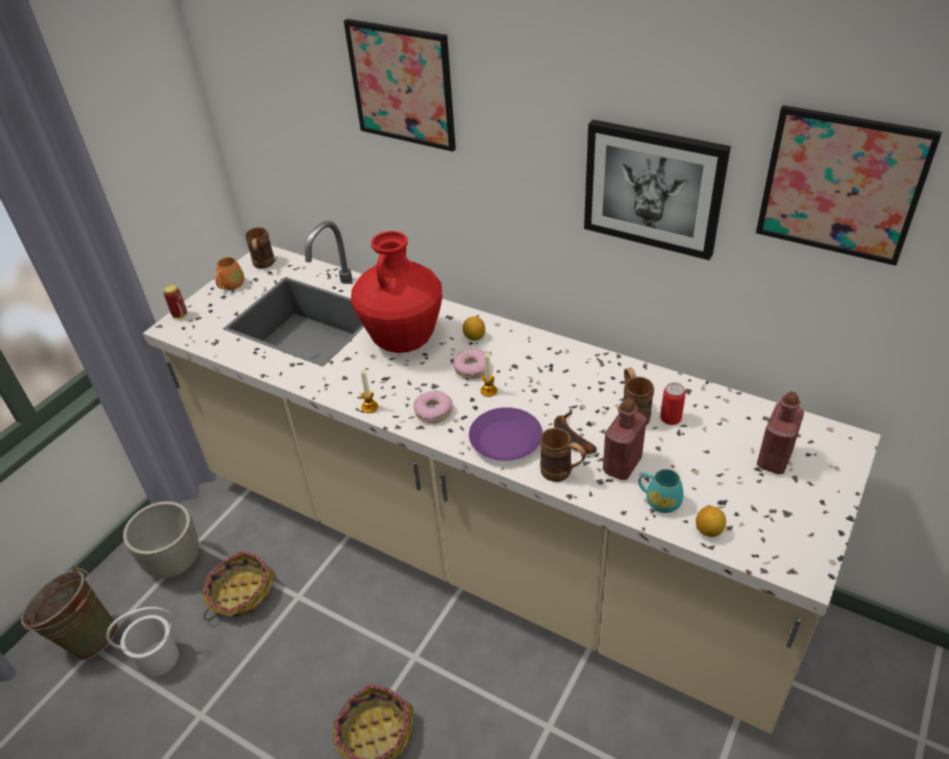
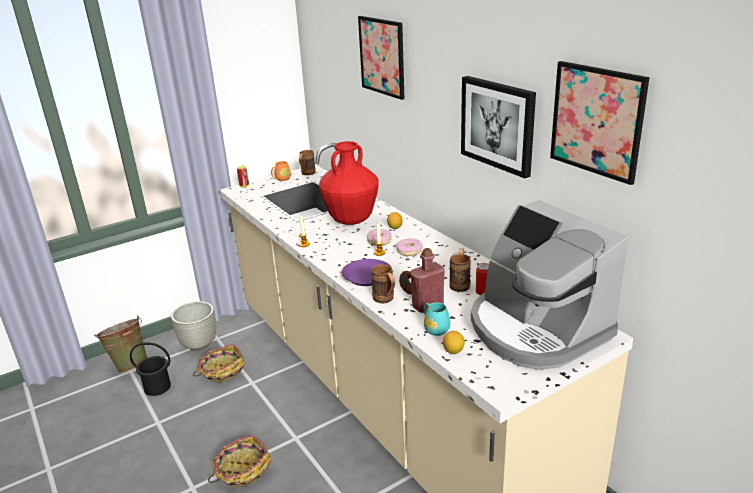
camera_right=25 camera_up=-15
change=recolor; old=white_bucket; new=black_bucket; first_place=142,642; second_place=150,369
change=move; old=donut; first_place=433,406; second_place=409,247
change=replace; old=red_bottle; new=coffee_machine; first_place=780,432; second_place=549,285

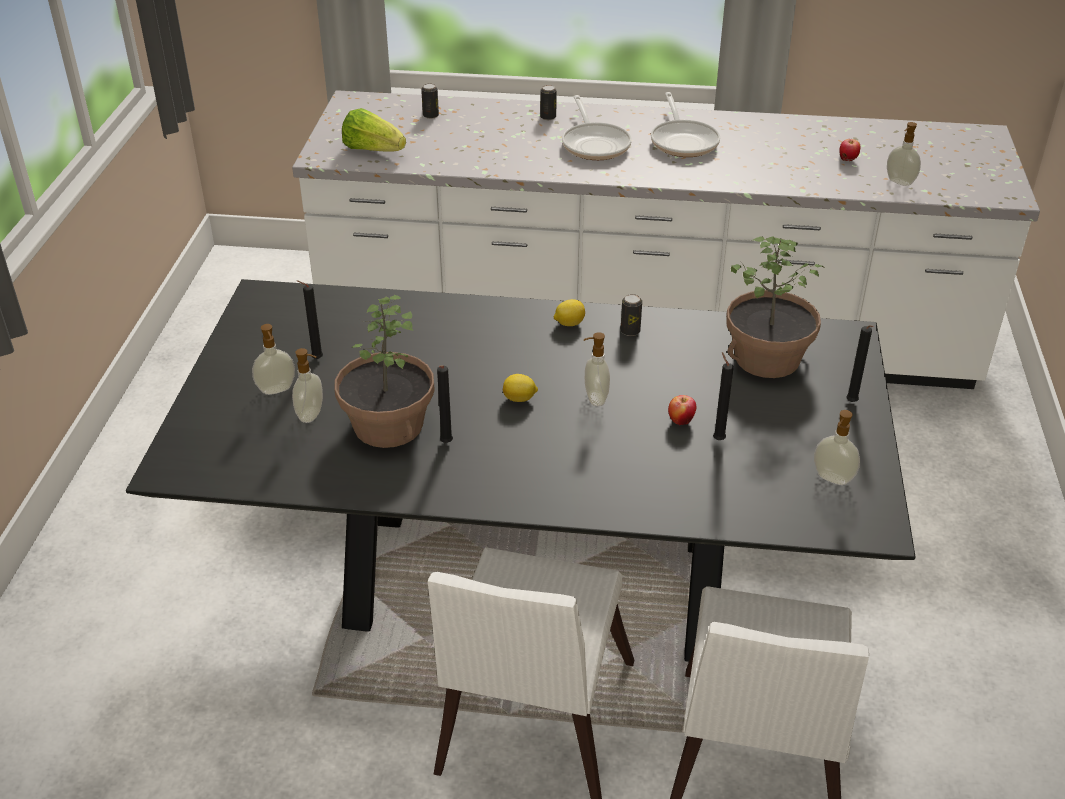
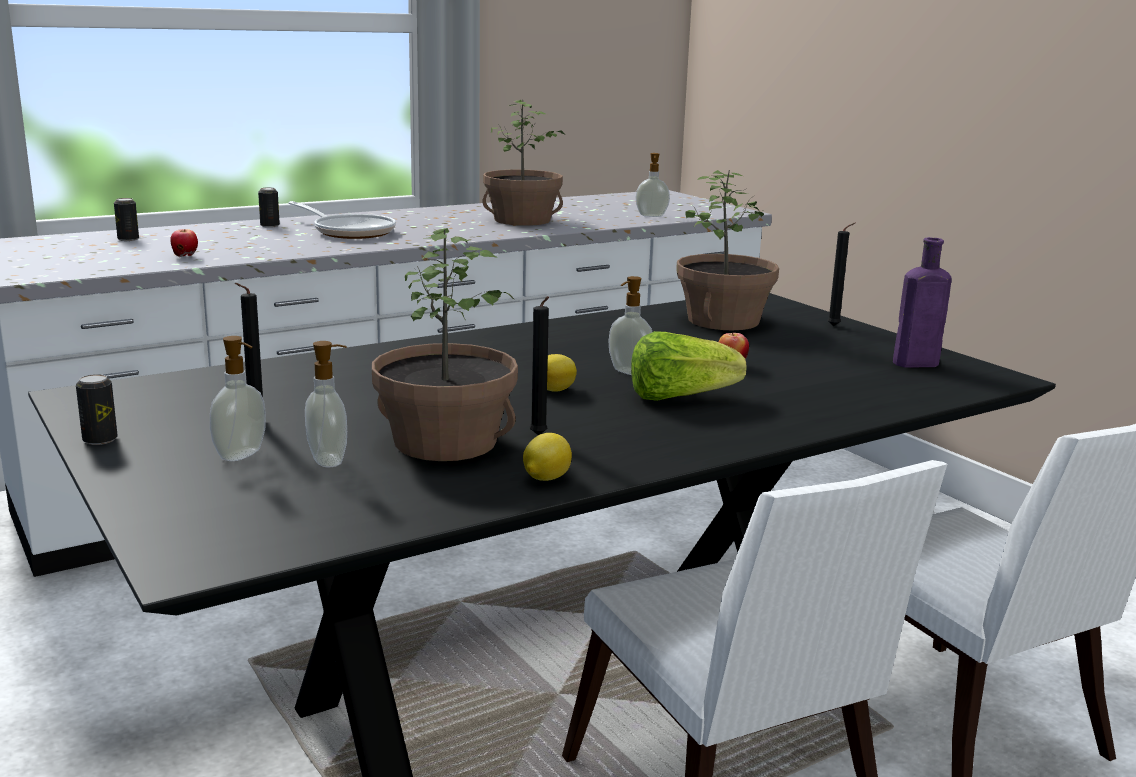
camera_right=-40 camera_up=-20
change=move; old=lettuce; first_place=374,130; second_place=689,366
change=move; old=lemon; first_place=569,312; second_place=547,457
change=move; old=can; first_place=631,315; second_place=97,409
change=delete; old=frying_pan; first_place=685,124
change=delete; old=black_candle; first_place=723,396
change=replace; old=soap_dispenser; new=purple_bottle; first_place=837,447; second_place=922,302
change=move; old=apple; first_place=850,150; second_place=184,243
change=insert; new=potted_plant; second_place=523,163

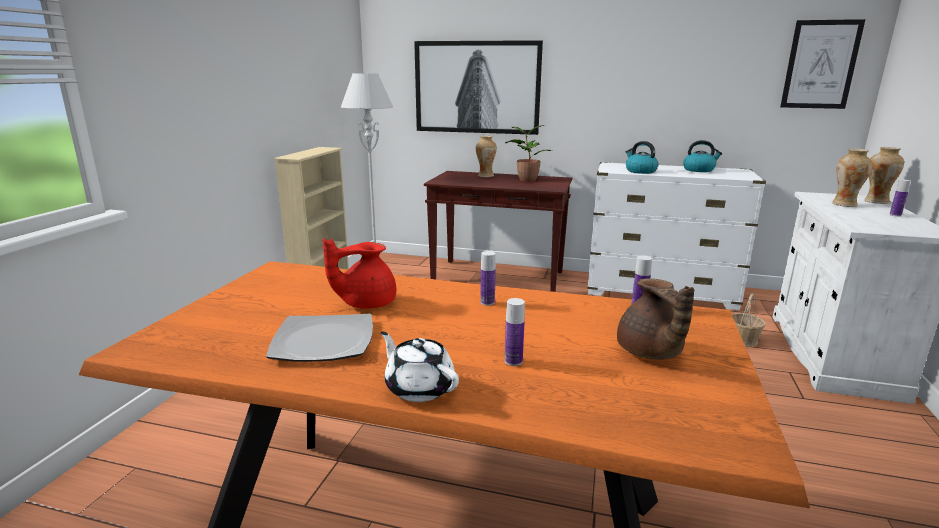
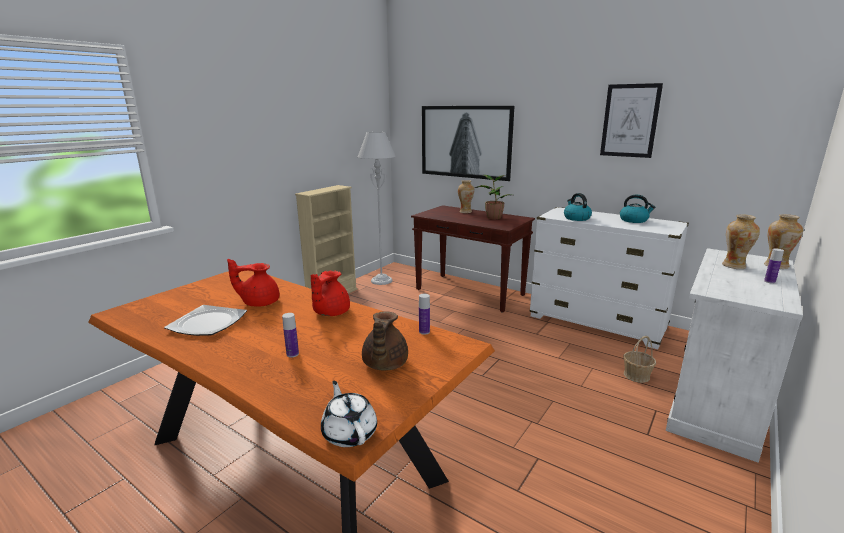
camera_right=20 camera_up=0
change=move; old=white_teapot; first_place=420,366; second_place=349,414
change=replace; old=bottle; new=red_teapot; first_place=488,278; second_place=330,293
change=move; old=picture; first_place=822,64; second_place=631,120

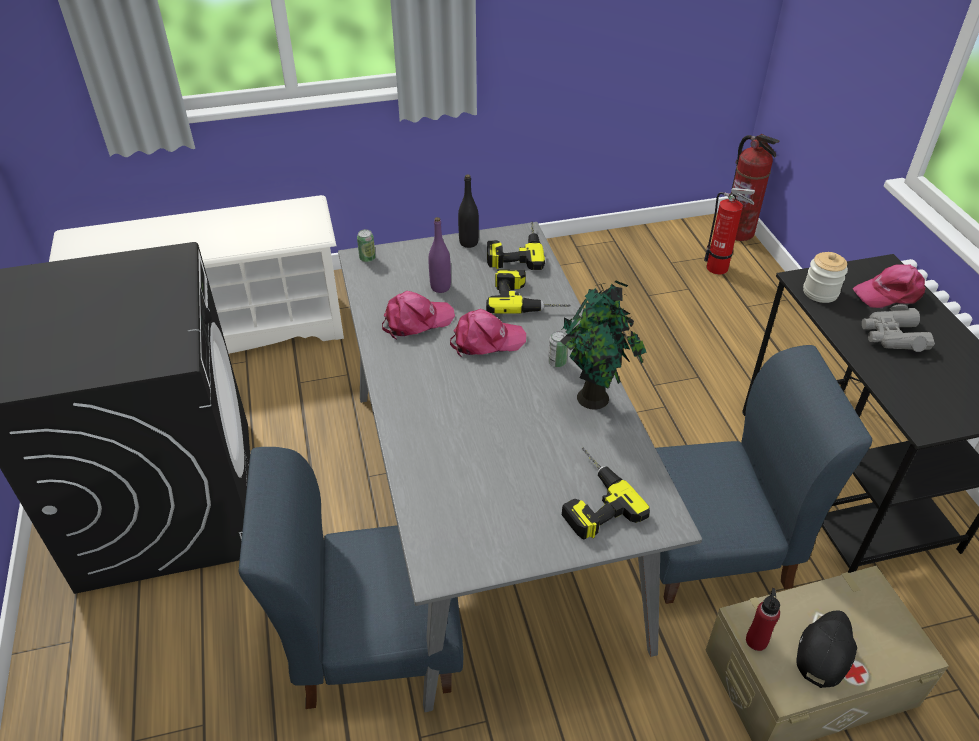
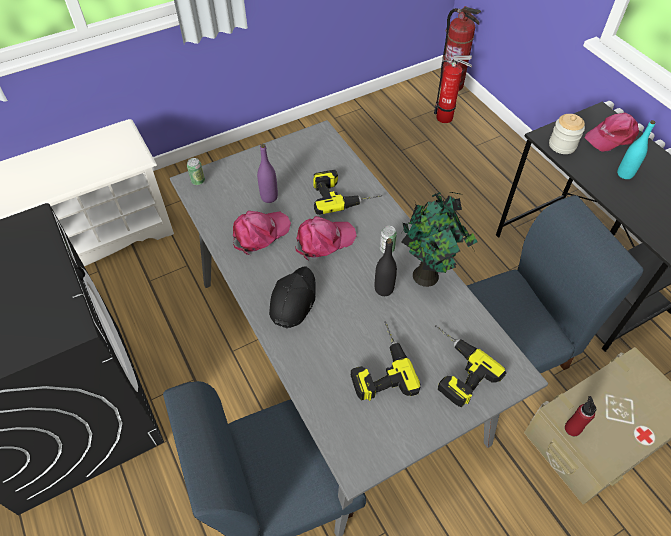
camera_right=-15 camera_up=10
change=move; old=black_bottle; first_place=468,211; second_place=386,267
change=move; old=power_drill; first_place=516,246; second_place=386,361
change=move; old=black_cap; first_place=826,649; second_place=292,298
change=replace; old=grey_binoculars; new=turquoise_bottle; first_place=898,328; second_place=636,149

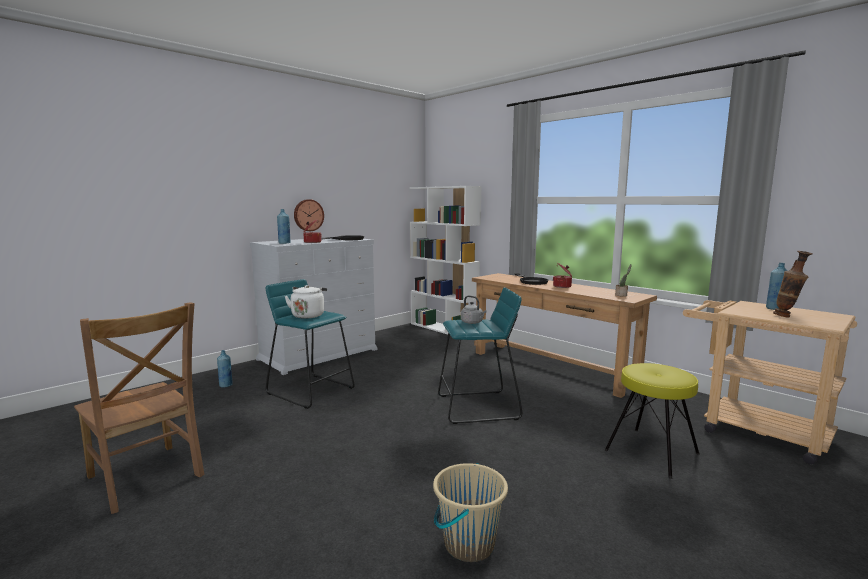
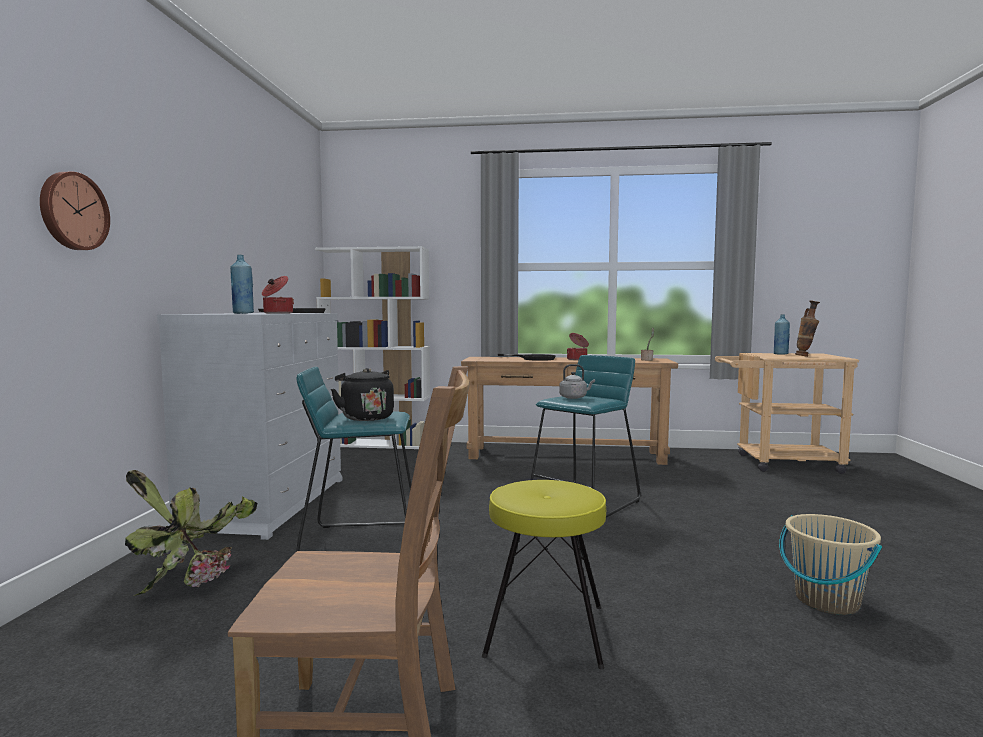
camera_right=-40 camera_up=-5
change=replace; old=blue_bottle; new=potted_plant; first_place=225,369; second_place=191,533
change=recolor; old=white_kettle; new=black_kettle; first_place=306,302; second_place=362,394
change=move; old=wall_clock; first_place=309,215; second_place=75,211
change=move; old=yellow_stool; first_place=652,421; second_place=544,575

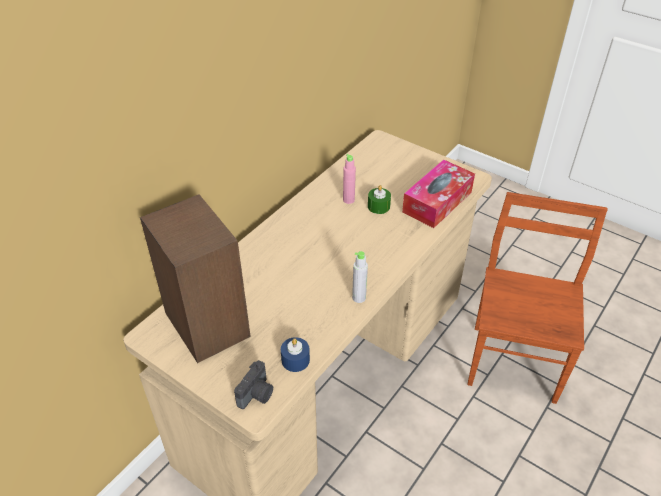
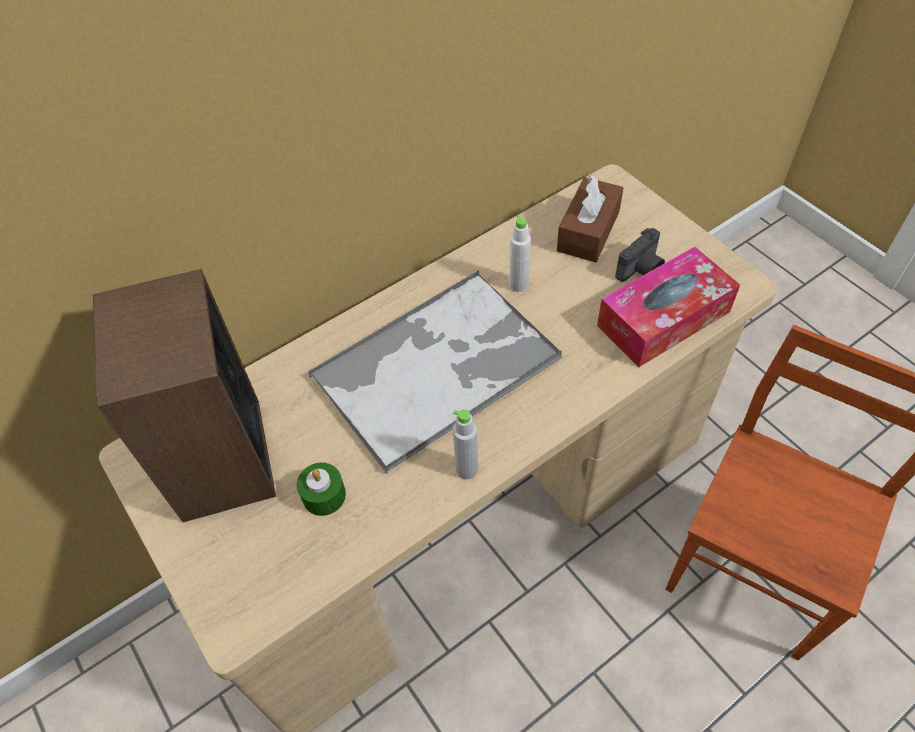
camera_right=20 camera_up=10
change=move; old=photo_camera; first_place=253,384; second_place=640,255
change=delete; old=blue_candle; first_place=295,354
change=recolor; old=pink_bottle; new=white_bottle; first_place=349,179; second_place=520,253
change=move; old=green_candle; first_place=379,199; second_place=321,489
change=insert; new=tray; second_place=435,372
change=insert; new=brown_tissue_box; second_place=590,219

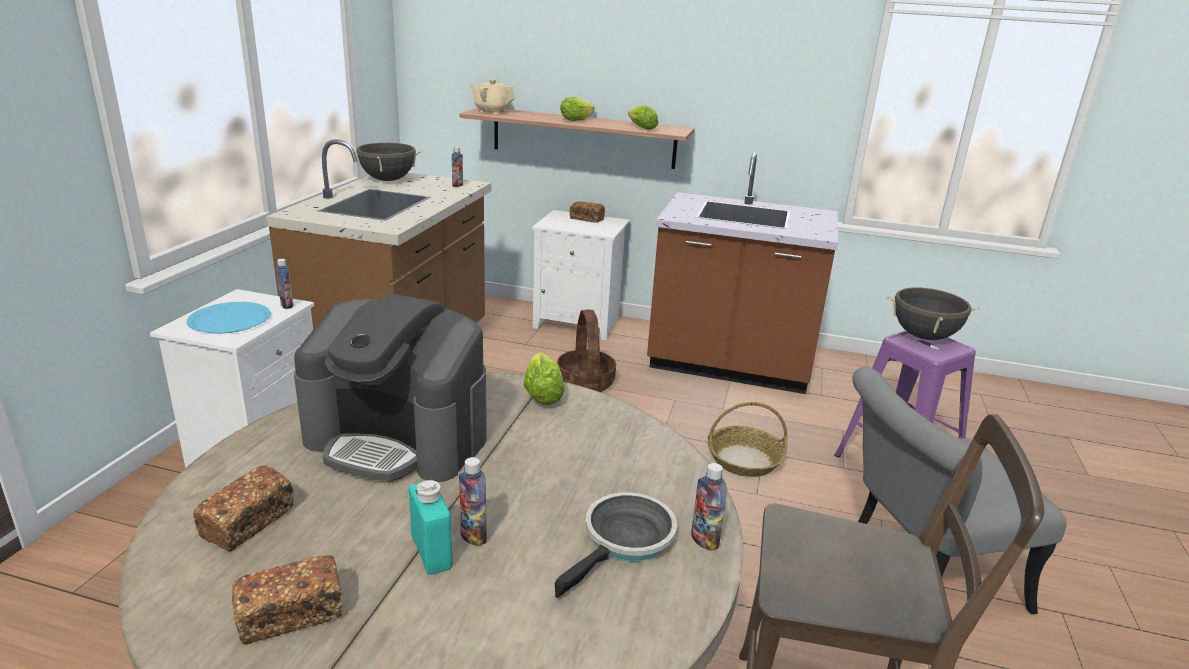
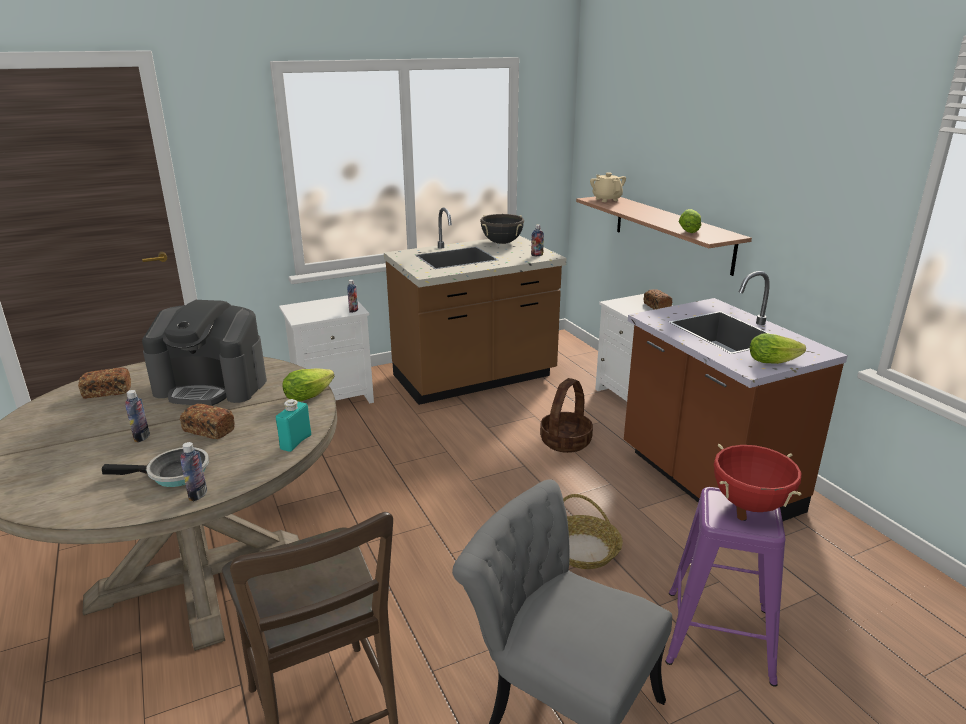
camera_right=50 camera_up=0
change=delete; old=blue_plate; first_place=229,317
change=move; old=bread; first_place=287,600; second_place=207,421
change=rotate; old=coffee_machine; first_place=390,388; second_place=204,353; degrees=-60
change=move; old=turquoise_bottle; first_place=431,527; second_place=293,425
change=move; old=lettuce; first_place=577,109; second_place=778,348
change=recolor; old=black_cooking_pot; new=red_cooking_pot; first_place=933,313; second_place=758,478

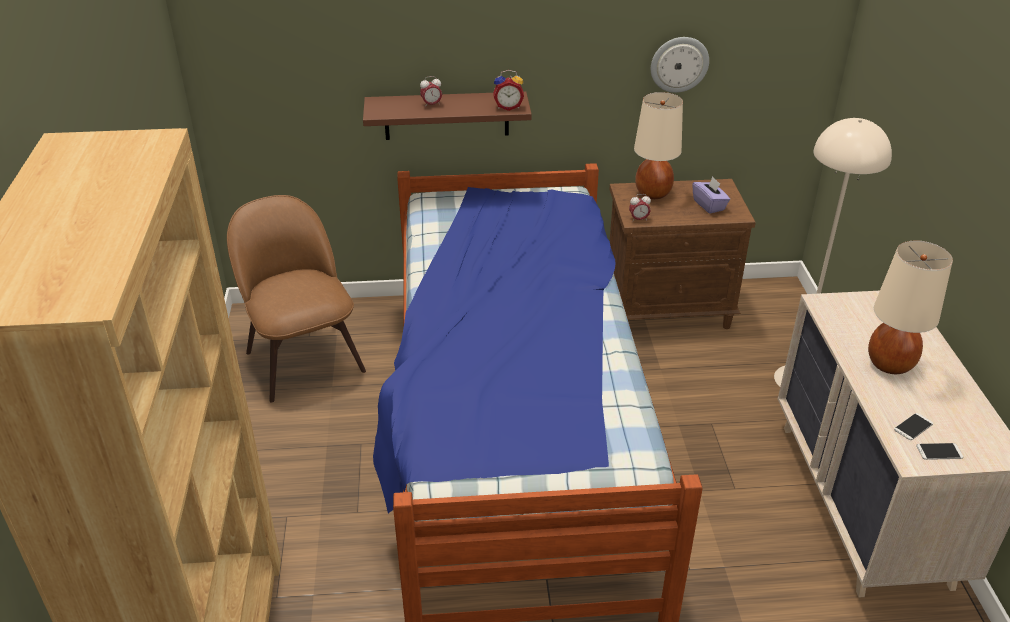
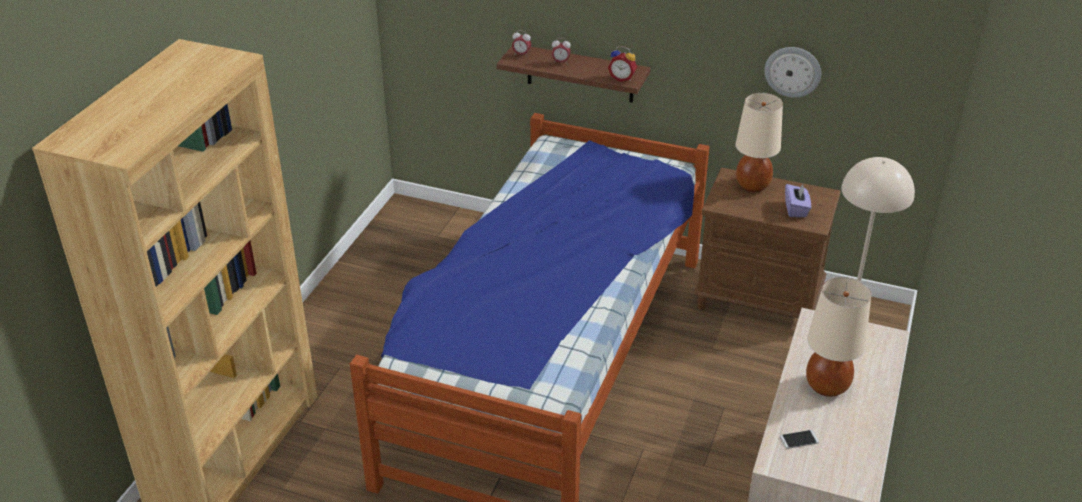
camera_right=25 camera_up=0
change=delete; old=brown_chair; first_place=296,299
change=move; old=alarm_clock; first_place=640,208; second_place=521,43
change=delete; old=phone; first_place=939,451

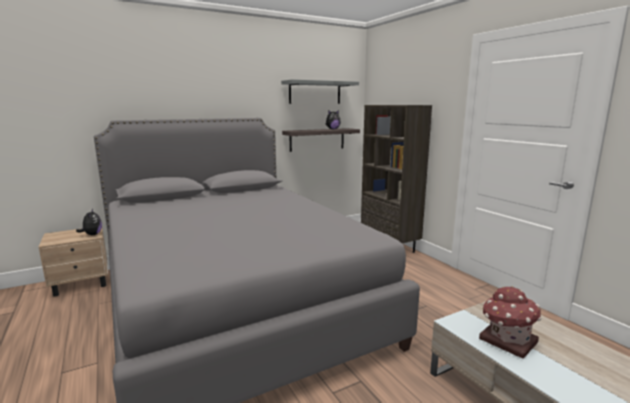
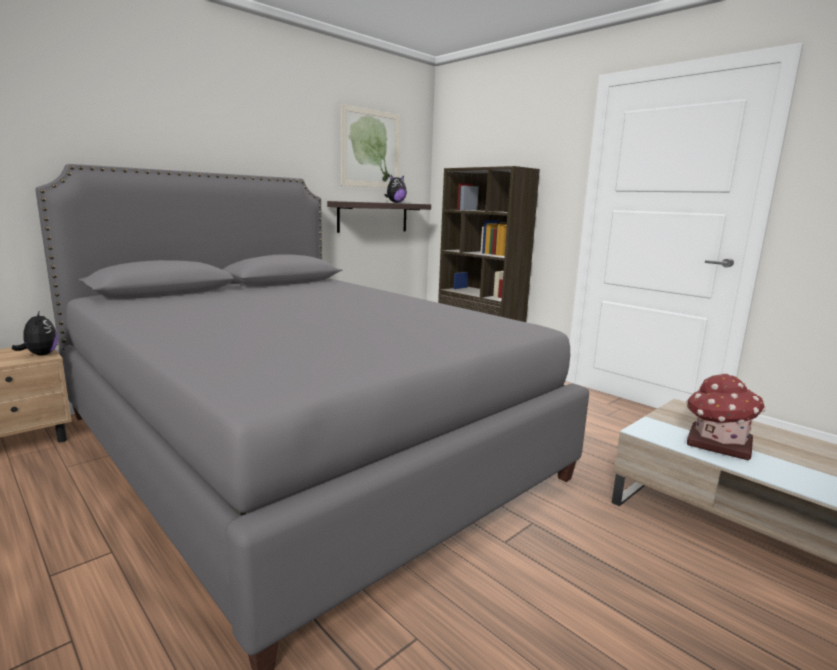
camera_right=-15 camera_up=0
change=replace; old=grey_shelf; new=picture; first_place=320,91; second_place=370,146

